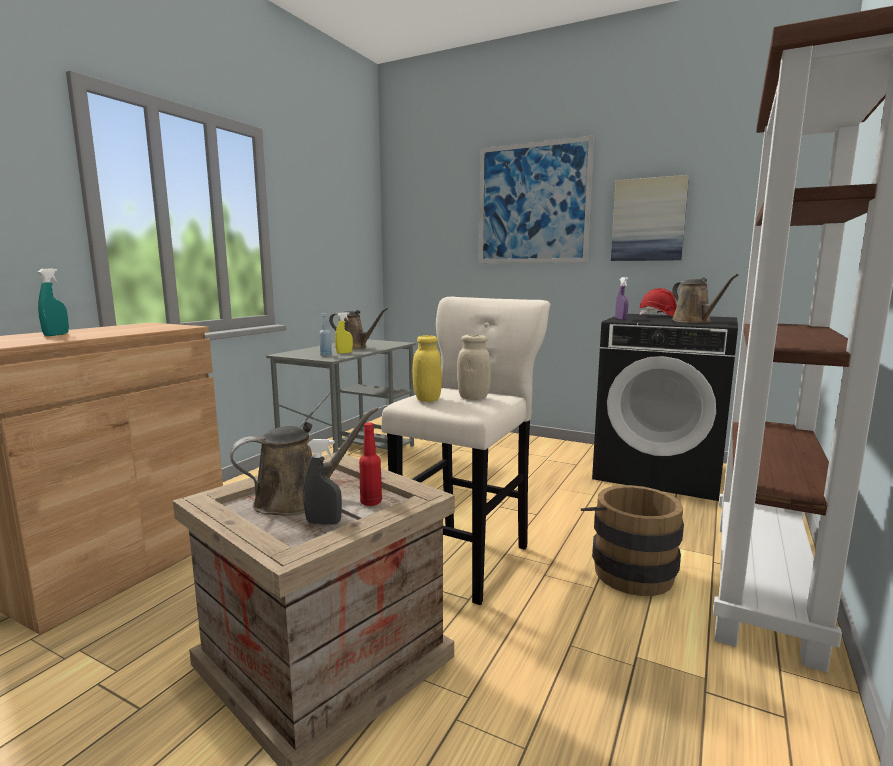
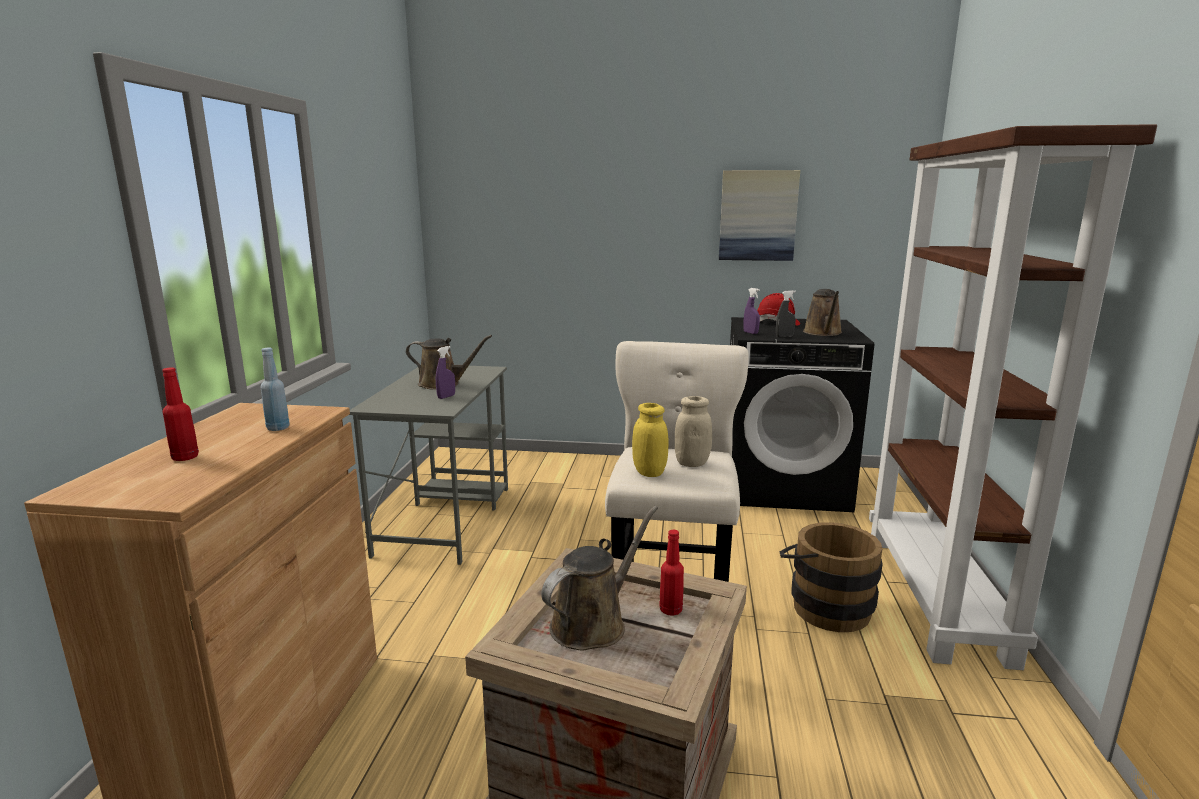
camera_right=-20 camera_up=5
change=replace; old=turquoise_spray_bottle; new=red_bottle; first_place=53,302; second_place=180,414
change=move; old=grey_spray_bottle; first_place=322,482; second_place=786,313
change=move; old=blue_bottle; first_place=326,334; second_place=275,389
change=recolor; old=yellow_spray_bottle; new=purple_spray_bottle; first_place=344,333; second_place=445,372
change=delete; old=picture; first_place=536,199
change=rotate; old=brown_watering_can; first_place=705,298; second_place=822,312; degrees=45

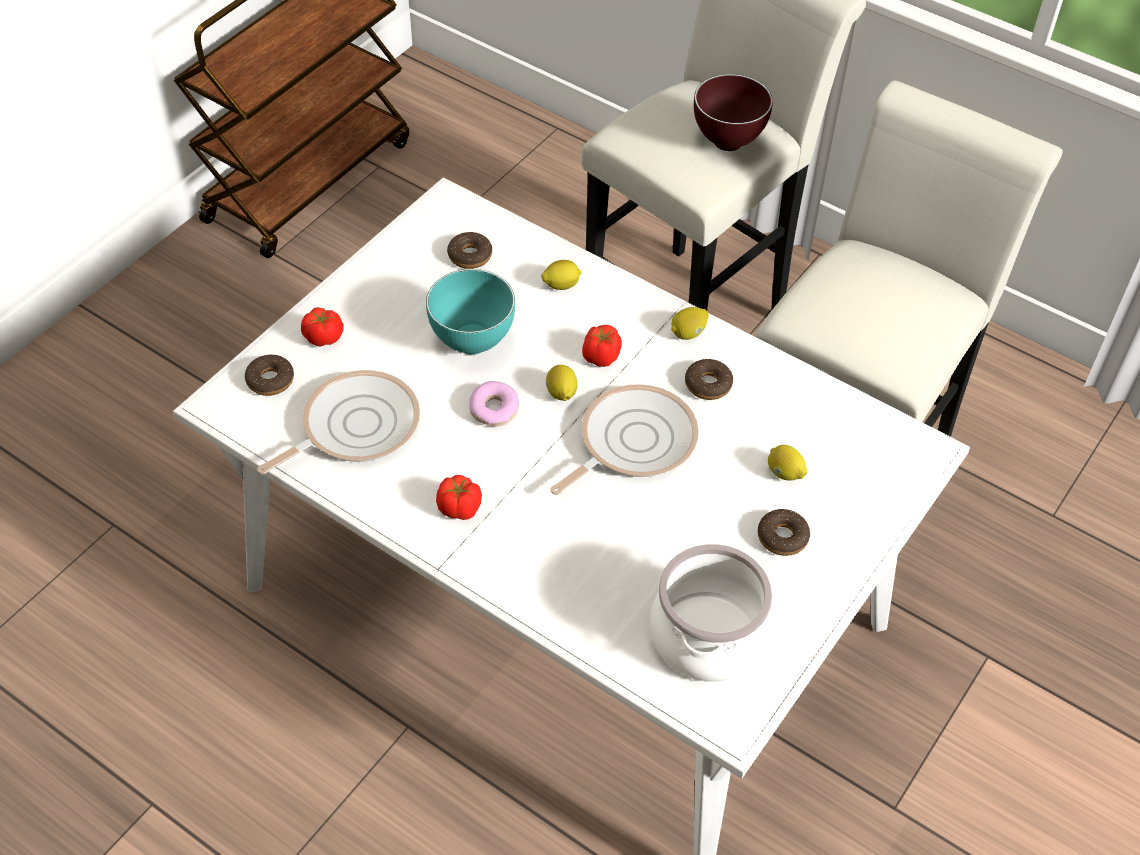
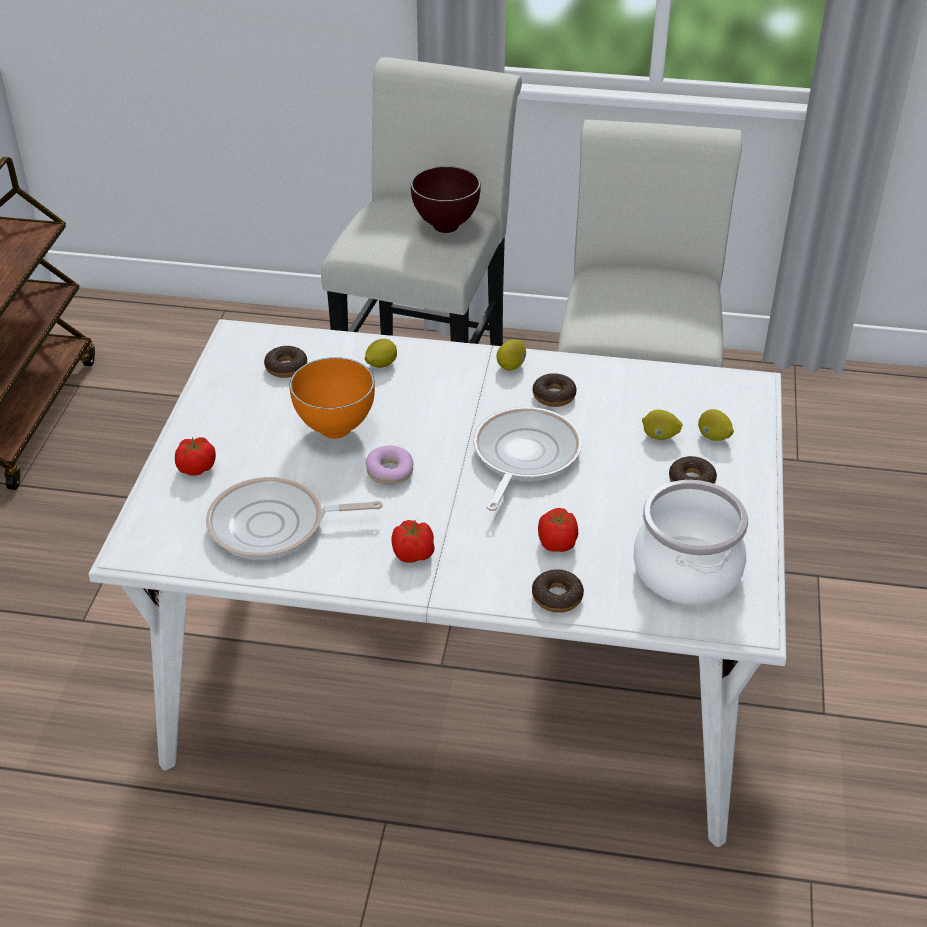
camera_right=-25 camera_up=-10
change=move; old=donut; first_place=269,375; second_place=558,591
change=rotate; old=frying_pan; first_place=338,422; second_place=294,518; degrees=-120
change=recolor; old=turquoise_bowl; new=orange_bowl; first_place=470,312; second_place=332,398
change=move; old=lemon; first_place=561,383; second_place=716,425
change=move; old=tomato; first_place=602,346; second_place=558,530

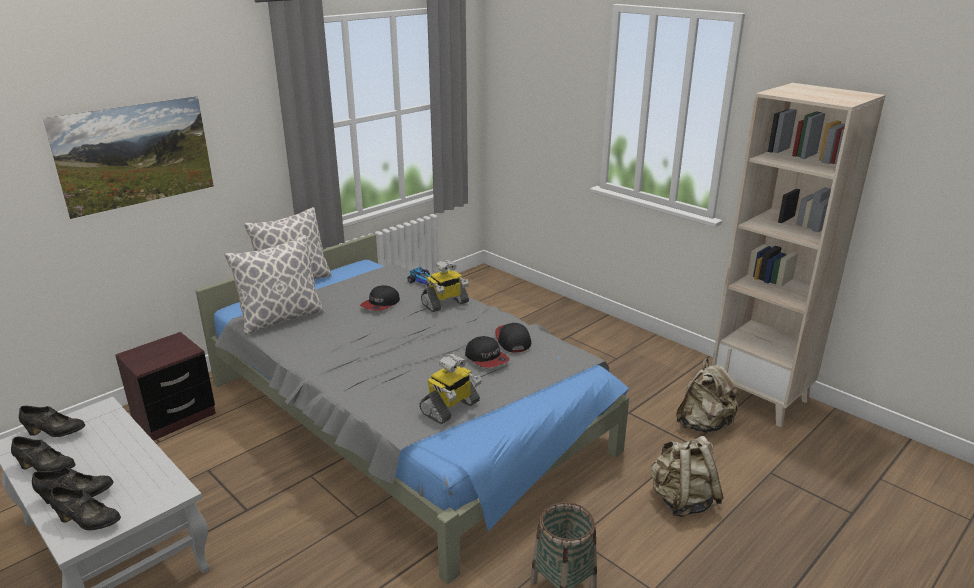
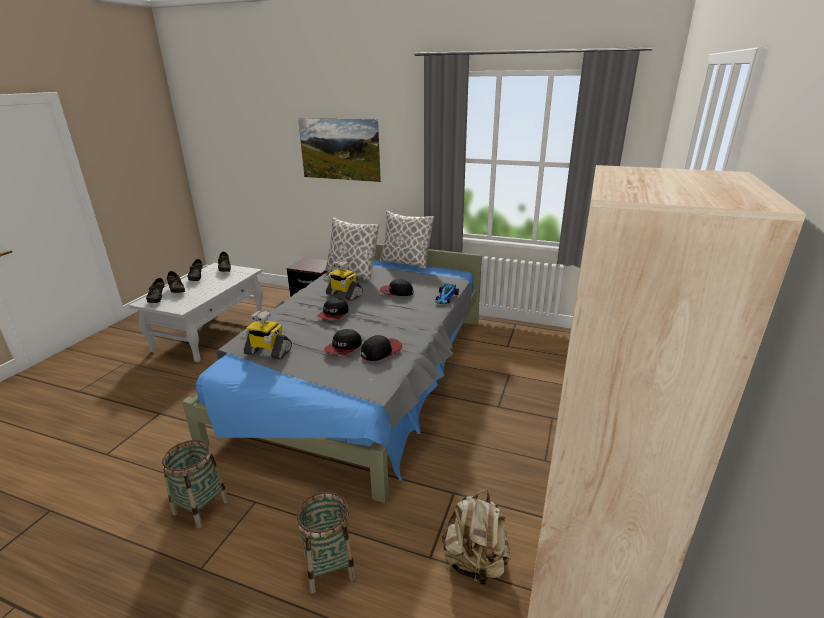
camera_right=65 camera_up=0
change=move; old=toy_robot; first_place=445,286; second_place=343,280
change=replace; old=beige_backpack; new=basket; first_place=687,476; second_place=326,543
change=insert; new=cap; second_place=333,309

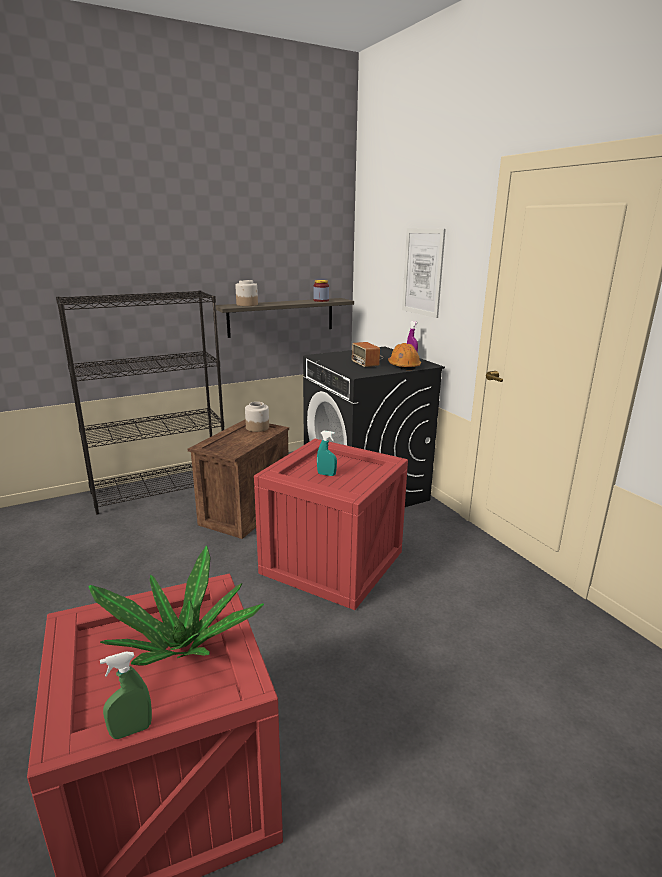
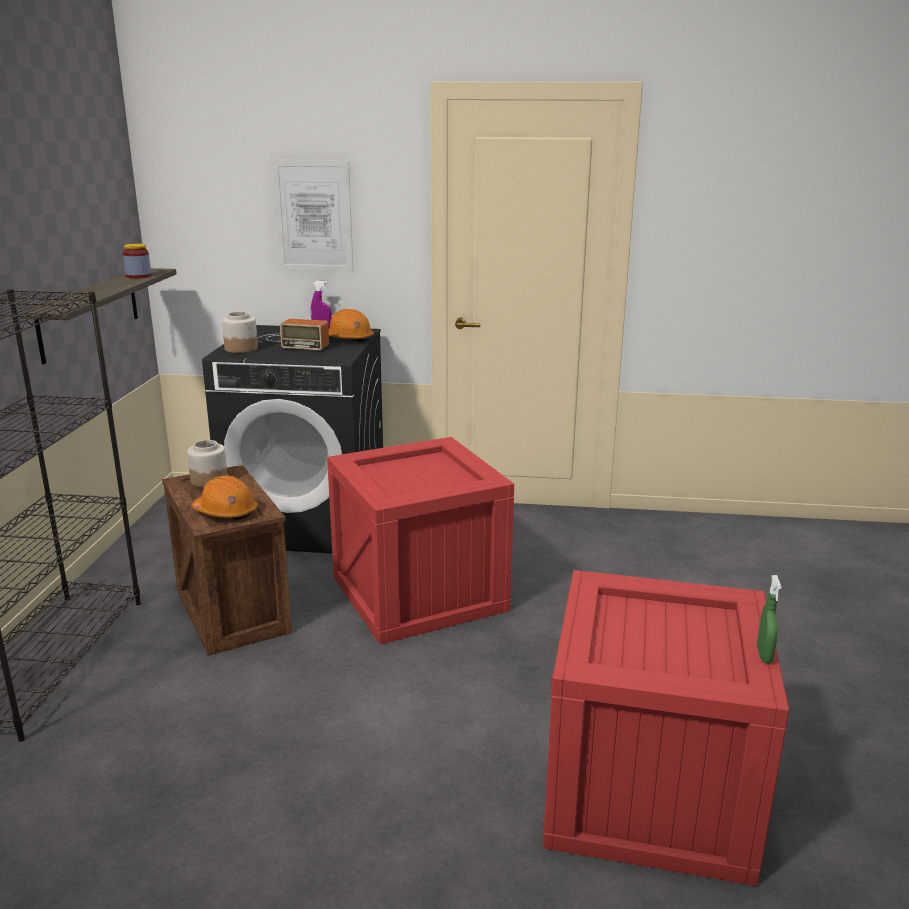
camera_right=-55 camera_up=0
change=delete; old=potted_plant; first_place=176,605
change=move; old=jar; first_place=246,293; second_place=240,332
change=delete; old=turquoise_spray_bottle; first_place=327,453
change=insert; new=orange_hard_hat; second_place=225,497

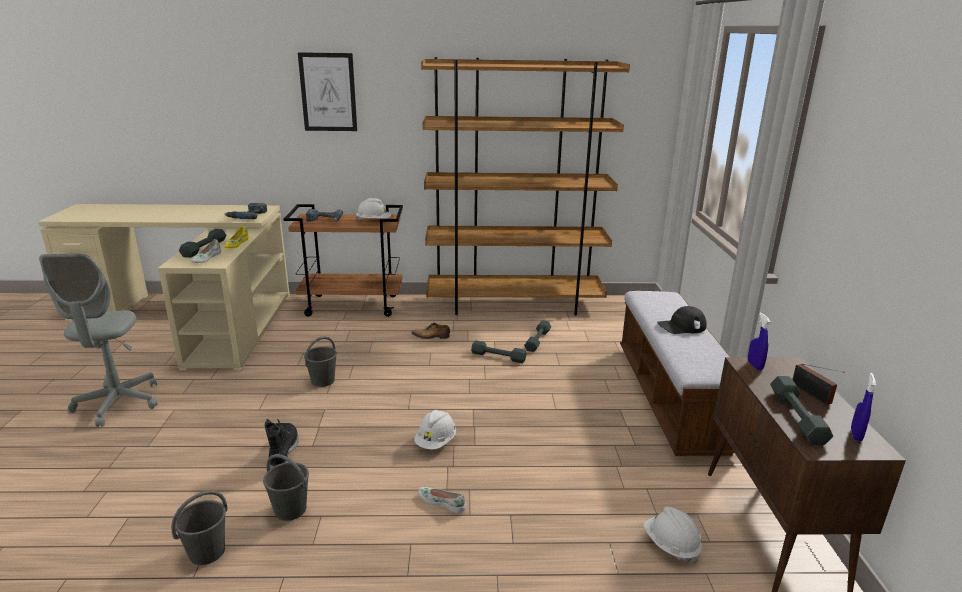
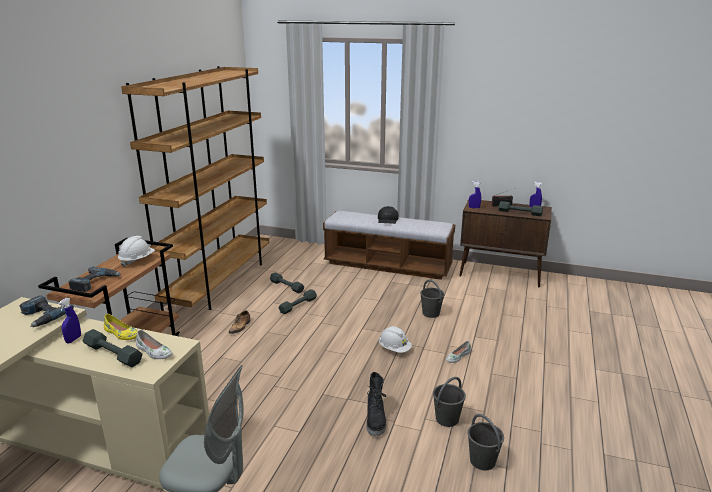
camera_right=-70 camera_up=0
change=rotate; old=black_boot; first_place=281,444; second_place=376,404; degrees=-105
change=delete; old=picture; first_place=327,91
change=move; old=grey_bucket; first_place=320,361; second_place=432,299
change=delete; old=white_hard_hat; first_place=673,535
change=insert; new=blue_spray_bottle; second_place=69,320

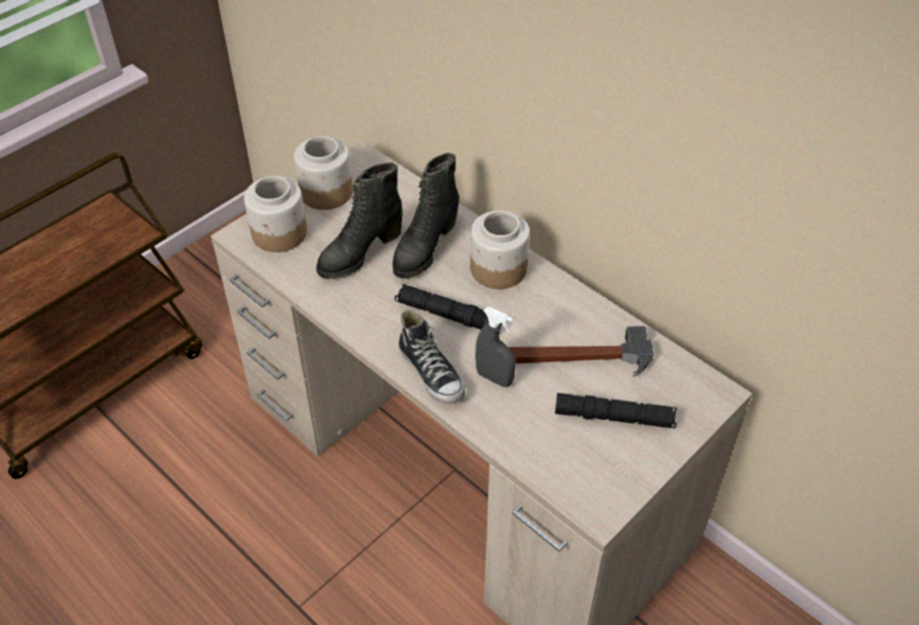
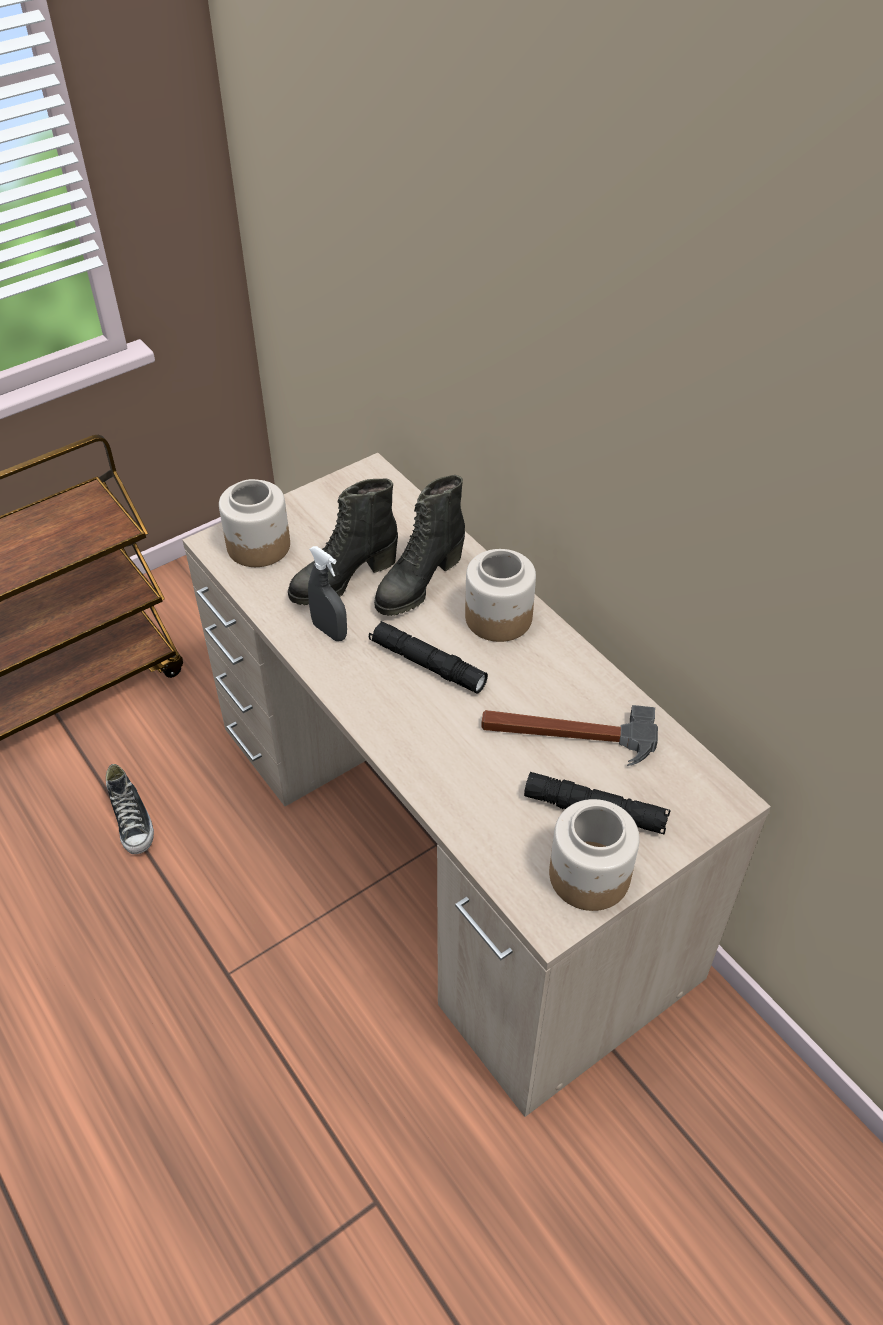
camera_right=10 camera_up=0
change=move; old=jar; first_place=323,173; second_place=594,855
change=move; old=shoe; first_place=432,357; second_place=130,809
change=move; old=grey_spray_bottle; first_place=495,347; second_place=327,593

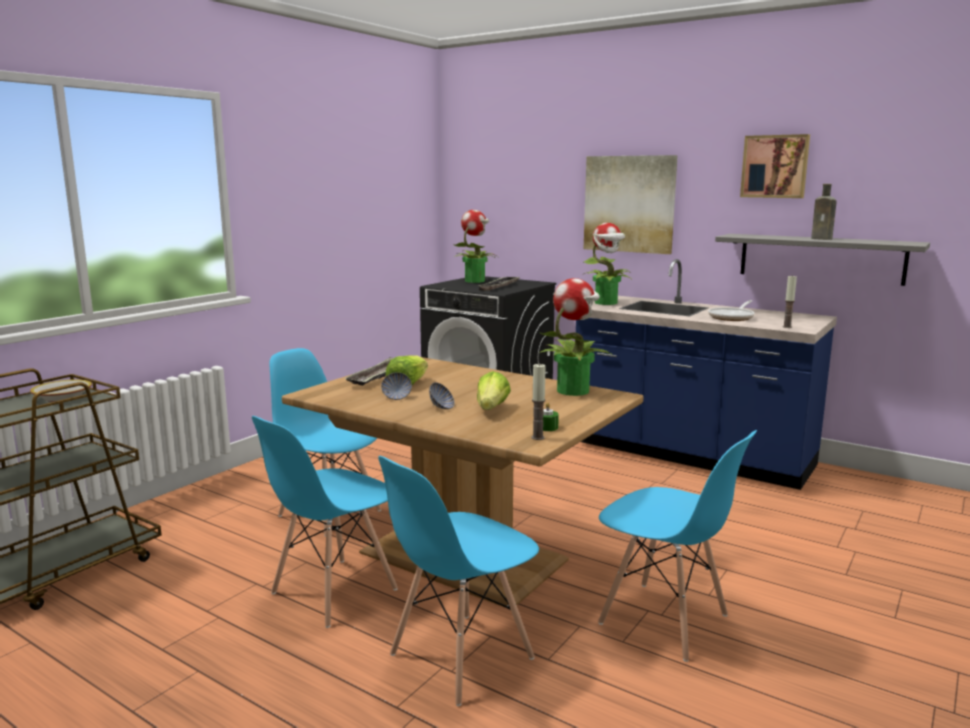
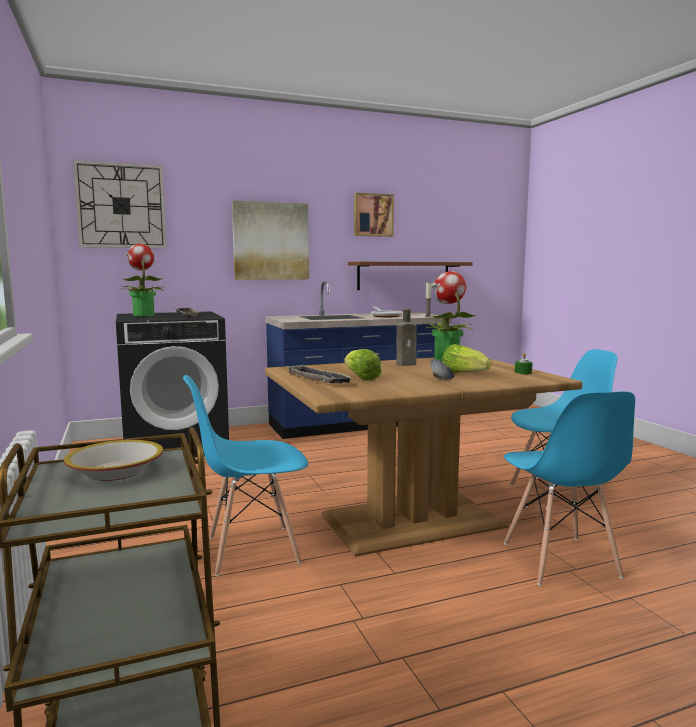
camera_right=-55 camera_up=-5
change=delete; old=blue_chair; first_place=325,522
change=delete; old=bowl; first_place=396,386
change=delete; old=candle; first_place=539,402
change=delete; old=potted_plant; first_place=608,264
change=recolor; old=grey_shelf; new=brown_shelf; first_place=822,260; second_place=410,276
change=move; old=brown_bottle; first_place=824,212; second_place=406,337
change=insert; new=wall_clock; second_place=120,204

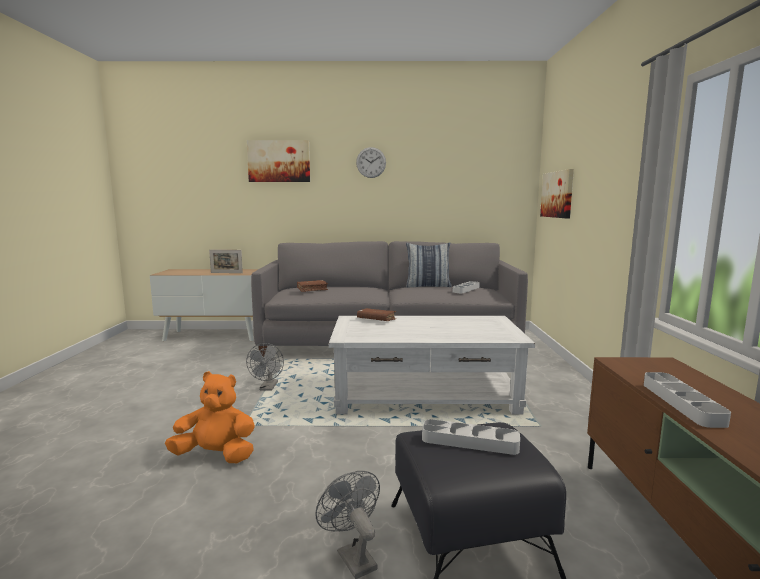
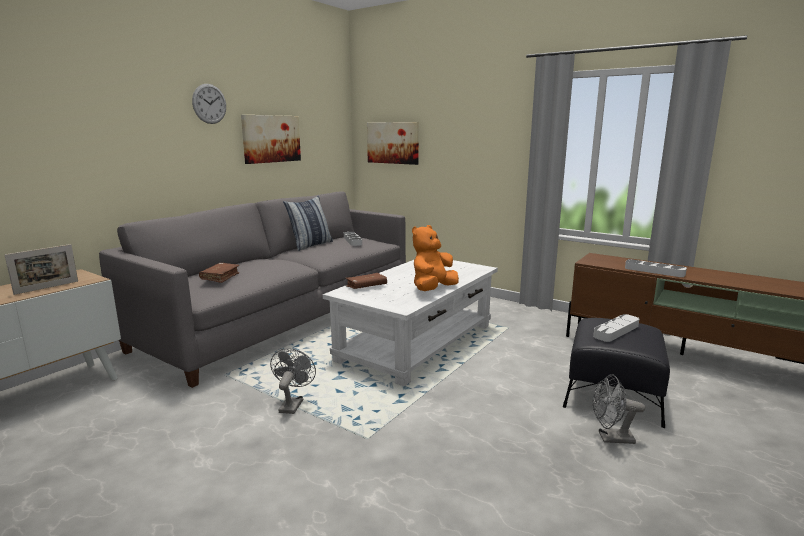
camera_right=-55 camera_up=5
change=move; old=orange_plush_toy; first_place=210,417; second_place=435,258
change=rotate; old=grey_fan; first_place=265,367; second_place=293,381; degrees=-120
change=move; old=picture; first_place=278,161; second_place=271,139

